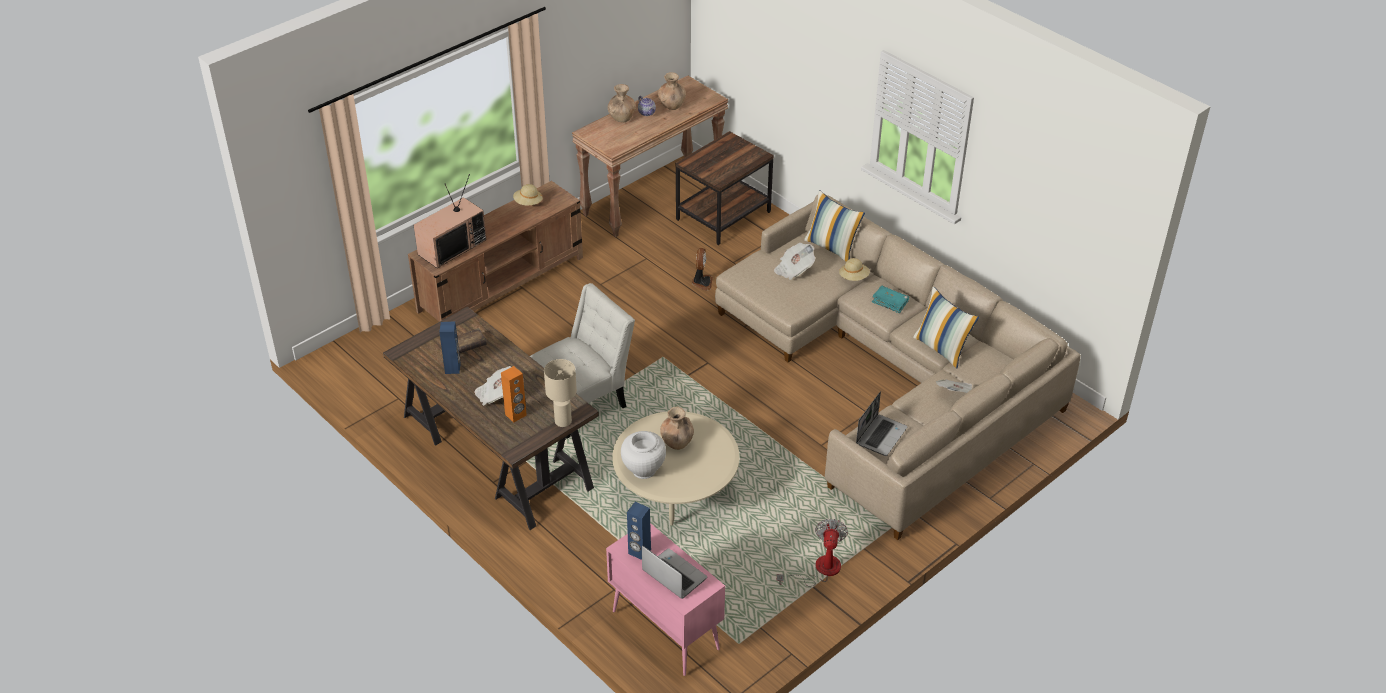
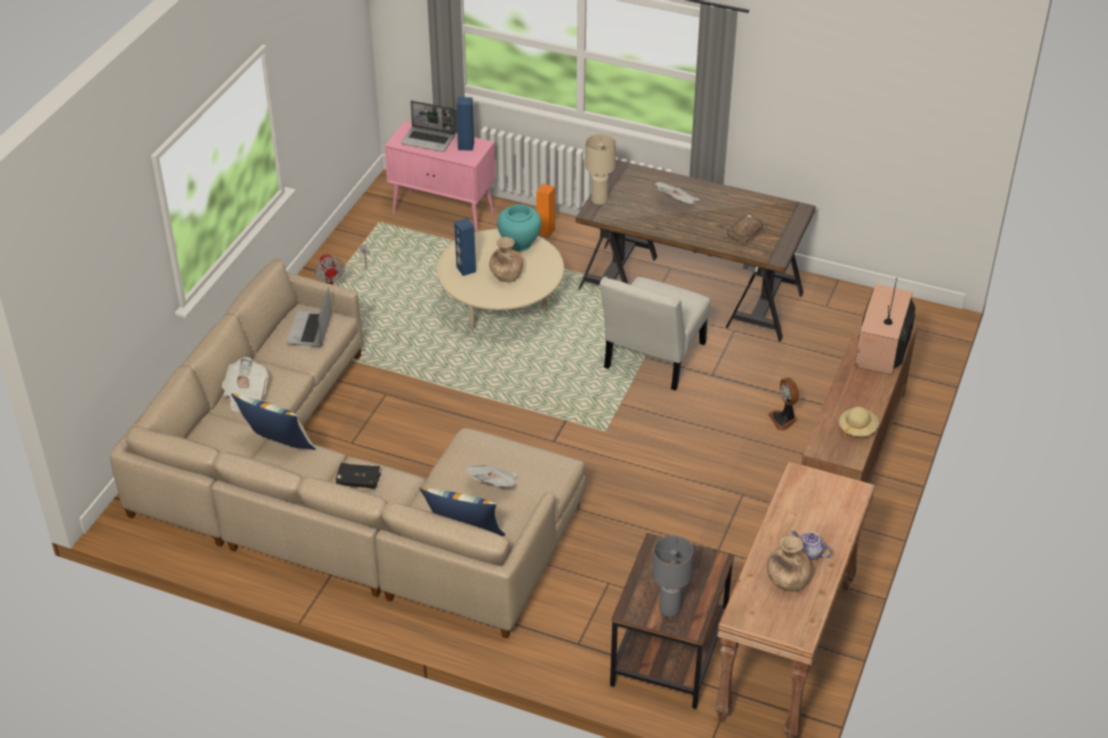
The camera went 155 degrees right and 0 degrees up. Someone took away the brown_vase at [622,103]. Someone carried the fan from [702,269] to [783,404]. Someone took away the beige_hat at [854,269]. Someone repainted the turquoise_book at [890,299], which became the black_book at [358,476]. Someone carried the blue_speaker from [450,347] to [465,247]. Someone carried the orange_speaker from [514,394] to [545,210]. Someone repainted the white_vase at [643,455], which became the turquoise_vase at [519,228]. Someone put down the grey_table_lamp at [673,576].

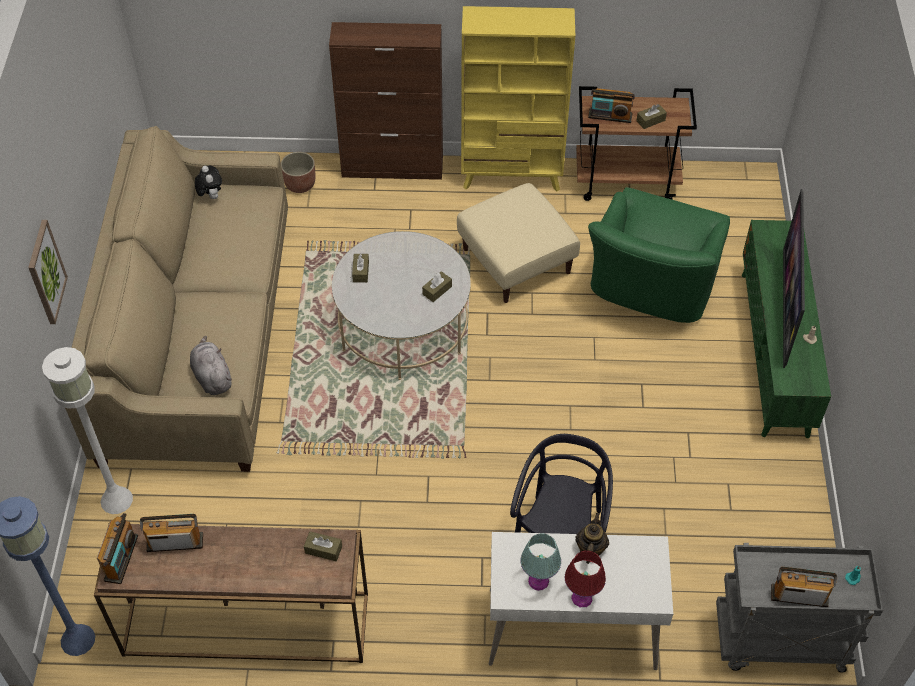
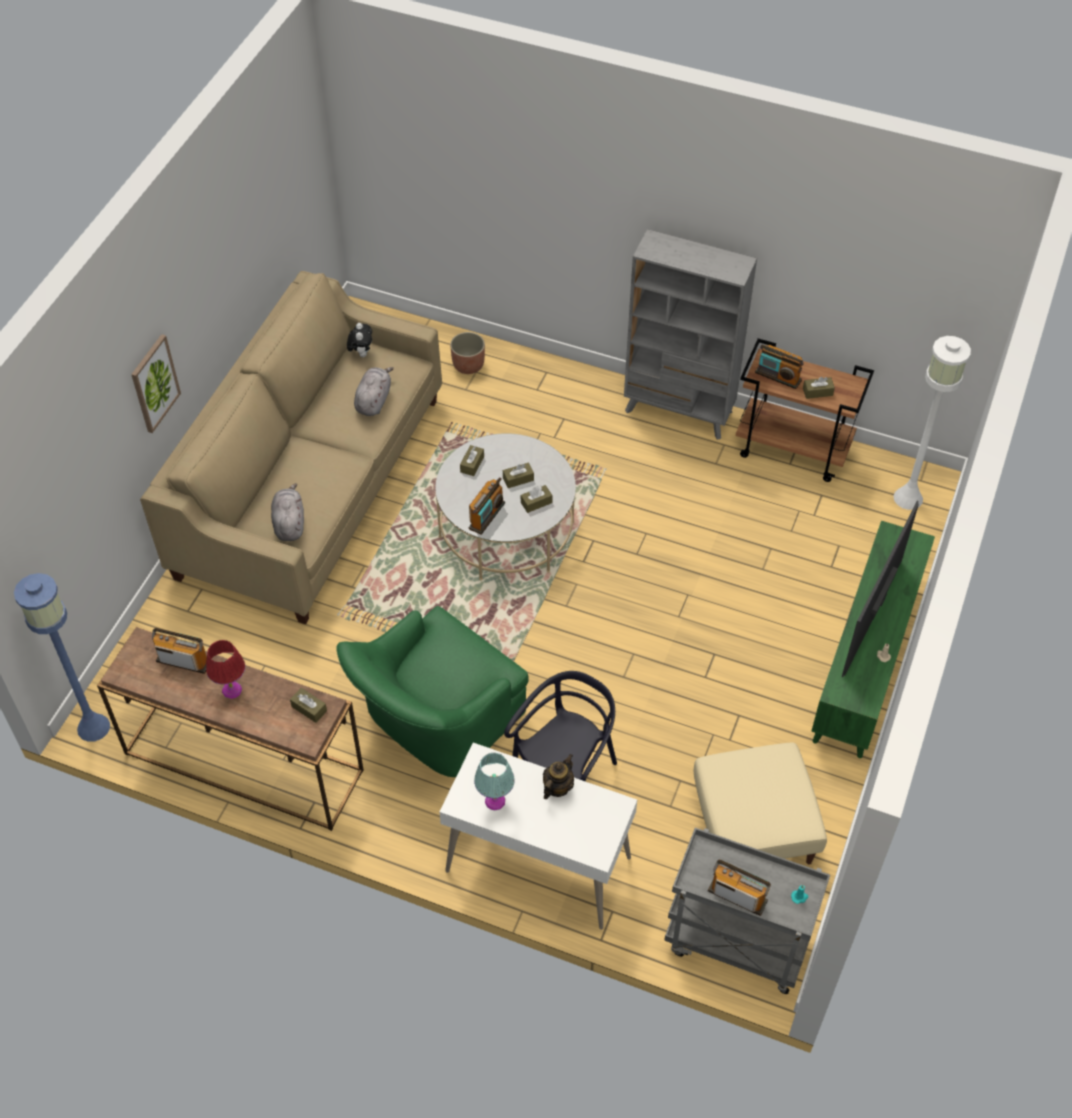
The camera went 20 degrees right and 0 degrees up. Someone repainted the yellow_bookcase at [518,98], which became the grey_bookcase at [690,334]. Someone took away the brown_cabinet at [386,101]. Someone carried the beige_ottoman from [518,243] to [760,803]. Someone carried the green_armchair from [659,255] to [432,691]. Someone carried the white_floor_lamp from [87,430] to [932,423]. Someone carried the radio from [117,548] to [487,506]. Someone carried the red_table_lamp from [585,578] to [225,669]. Someone put down the grey_plush_toy at [374,391]. Someone put down the brown_tissue_box at [518,475].

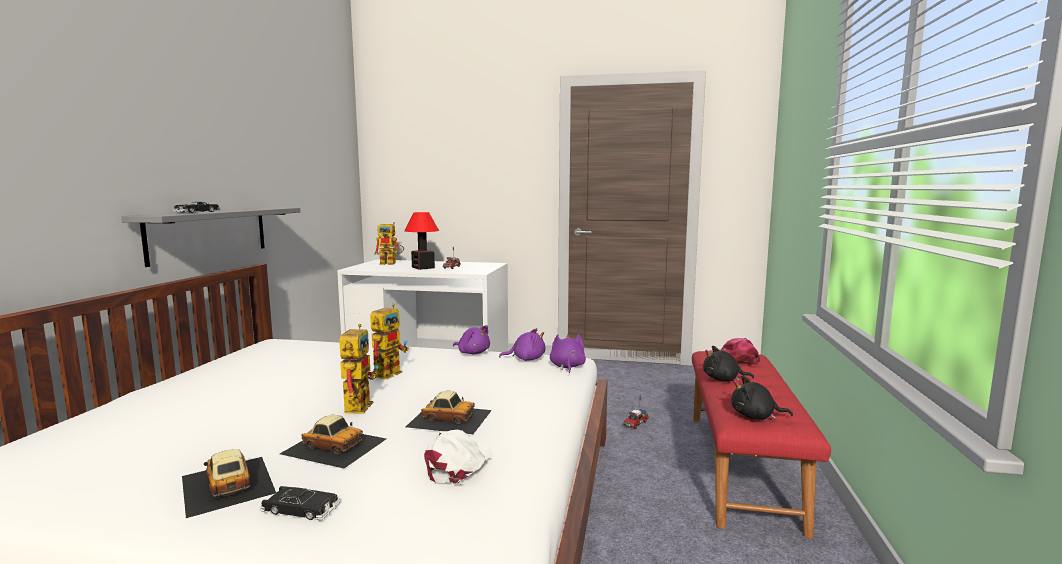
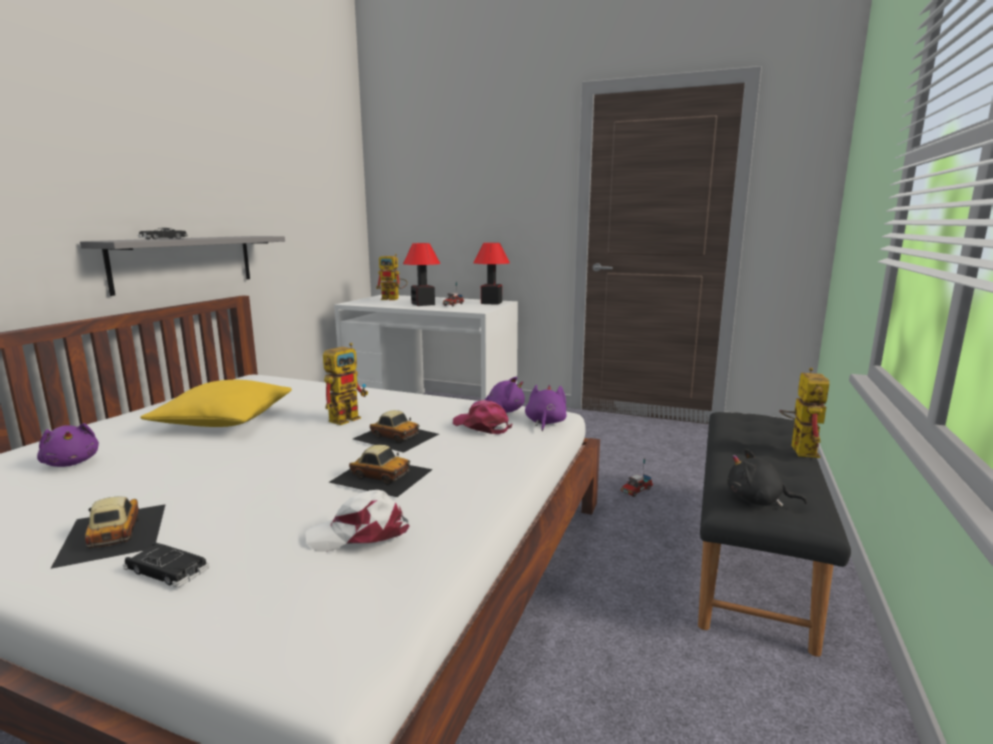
The camera went 10 degrees right and 5 degrees up. Someone carried the toy_robot from [359,369] to [804,412]. Someone carried the purple_plush_toy from [471,339] to [68,445]. Someone carried the pink_cap from [734,350] to [483,417]. Someone took away the black_plush_toy at [728,364]. Someone repainted the red_bench at [761,445], which became the black_bench at [774,534]. Someone carried the toy_car from [333,441] to [396,431]. Someone rotated the white_cap at [458,457] by 135 degrees counterclockwise. Someone put down the table_lamp at [491,274]. Someone put down the yellow_pillow at [216,403].

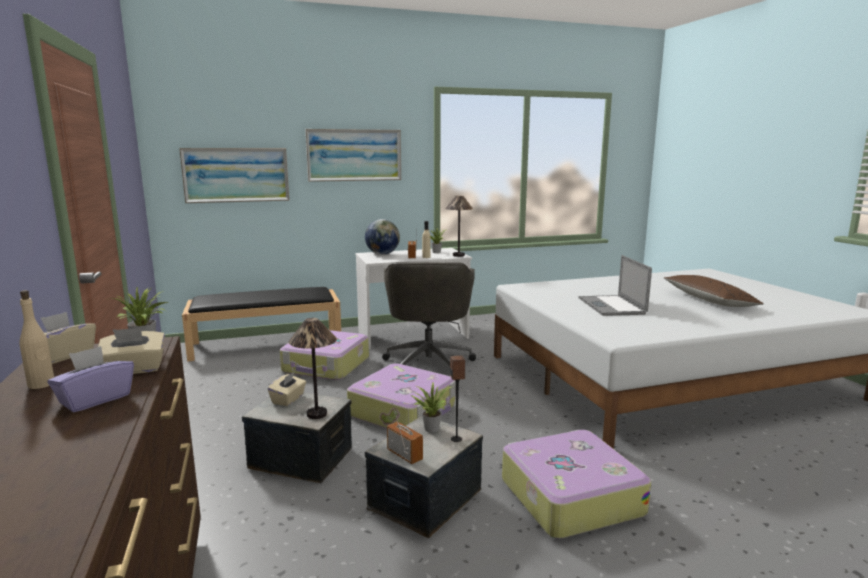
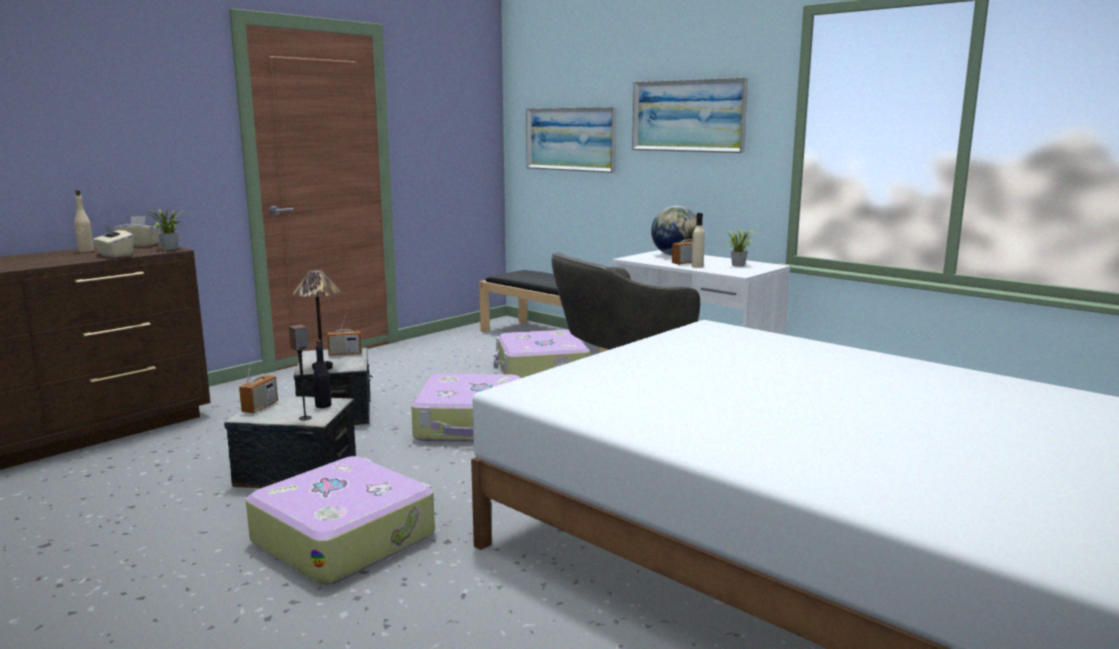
The camera went 60 degrees right and 0 degrees up. Someone took away the table_lamp at [459,226]. Someone took away the laptop at [615,285]. Someone took away the brown_pillow at [714,291]. Someone took away the purple_tissue_box at [91,379]. Someone swapped the beige_tissue_box at [287,389] for the radio at [344,331]. Someone swapped the potted_plant at [431,408] for the black_bottle at [322,374].

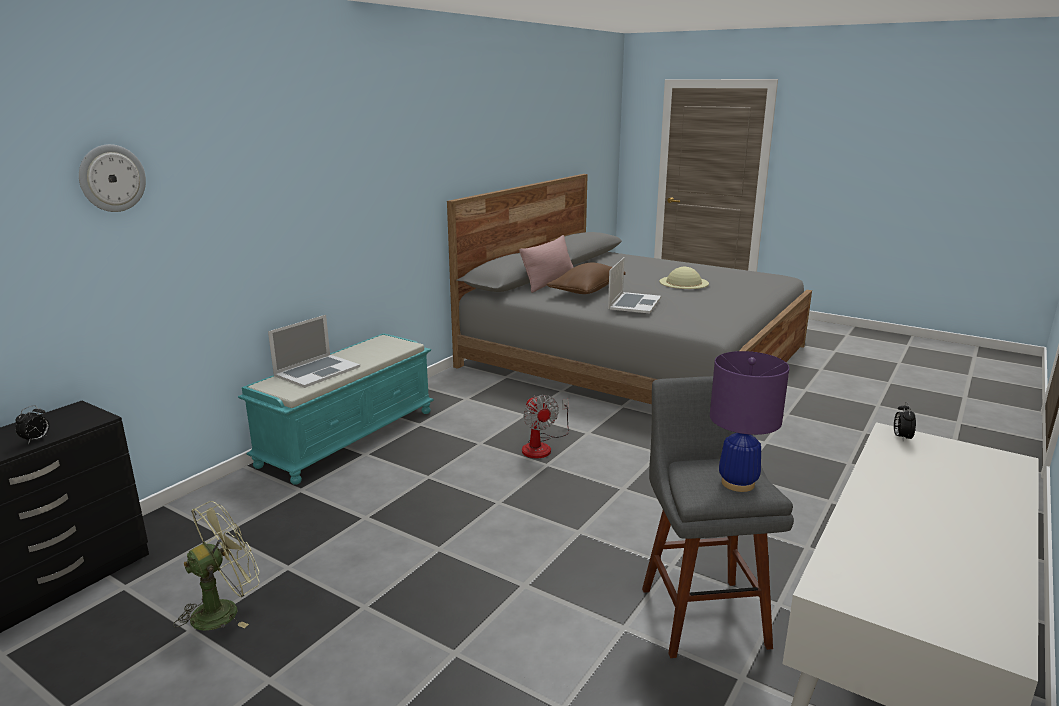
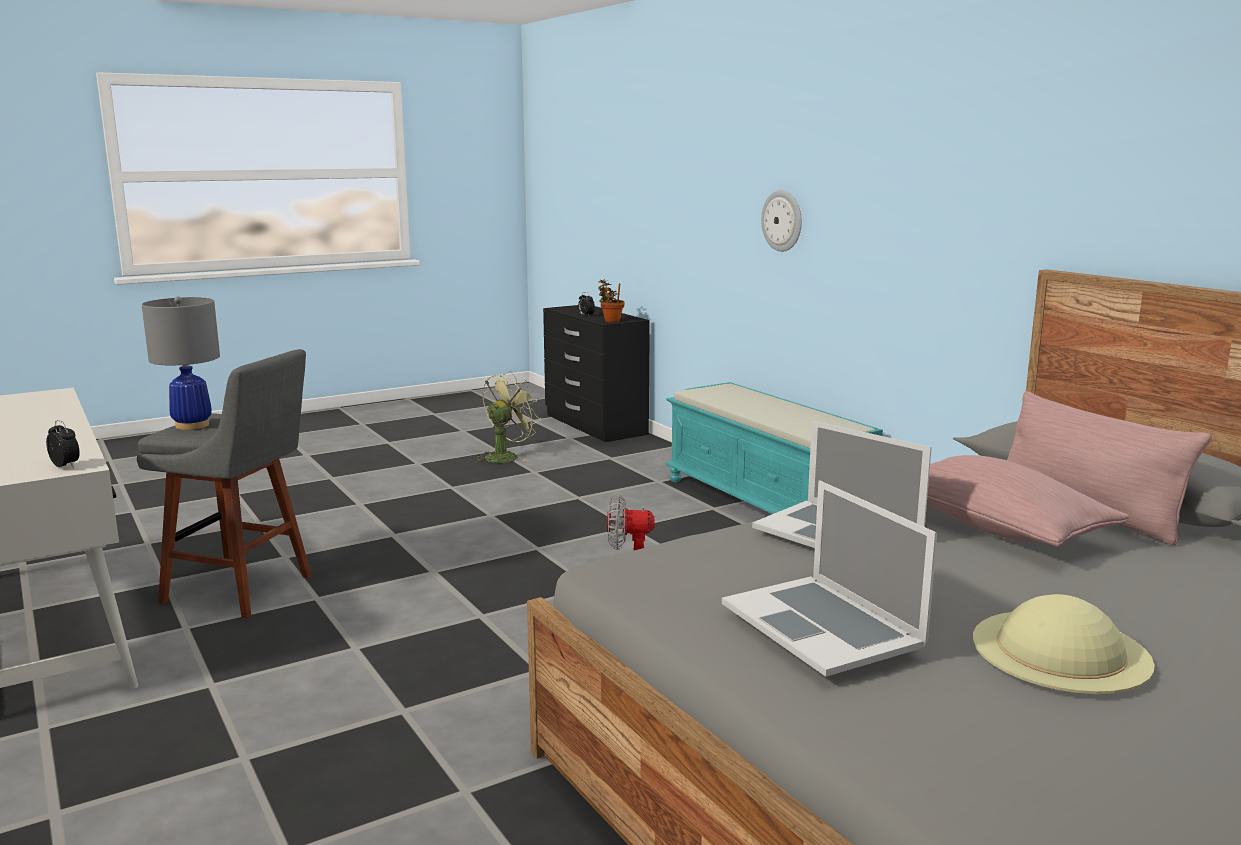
The camera went 115 degrees right and 5 degrees down. Someone carried the wall_clock from [112,178] to [781,221]. Someone repainted the brown_pillow at [586,278], which became the pink_pillow at [1028,501]. Someone carried the laptop from [314,351] to [829,578]. Someone repainted the purple_table_lamp at [749,421], which became the grey_table_lamp at [181,363]. Someone rotated the green_fan at [216,565] by 120 degrees counterclockwise. Someone put down the potted_plant at [611,300].

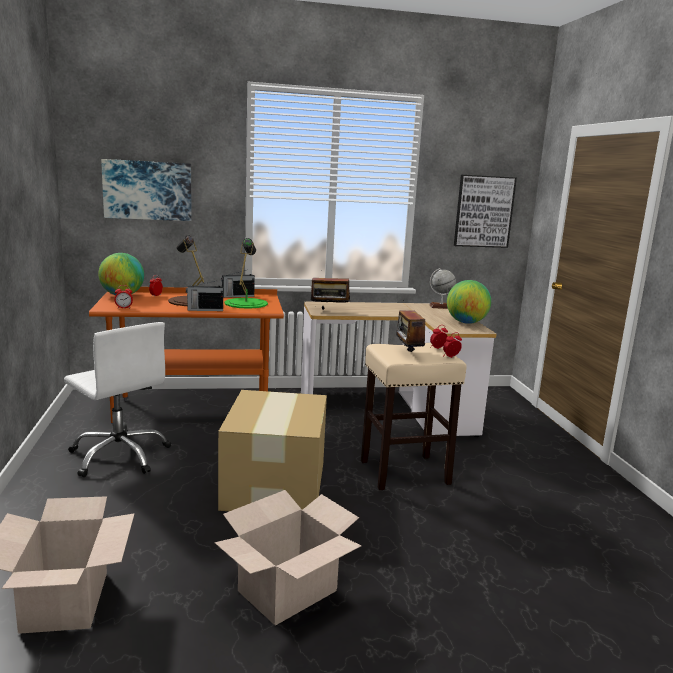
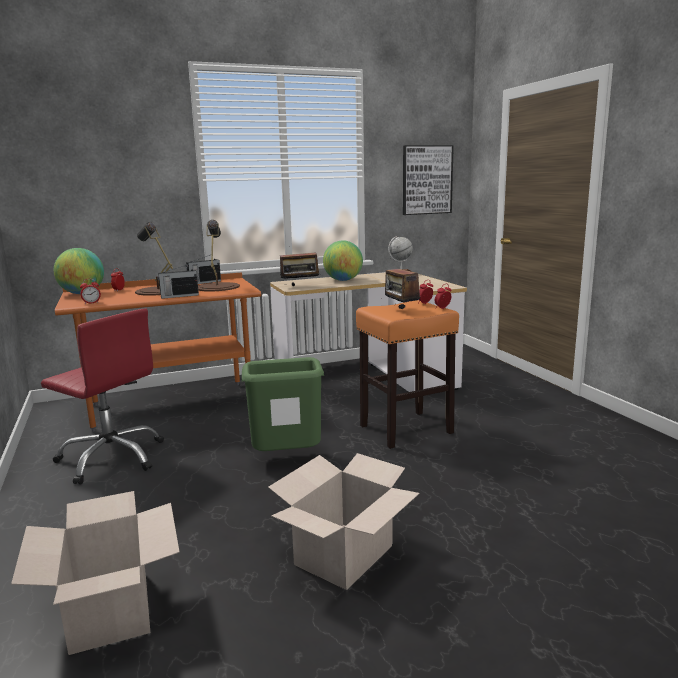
The camera went 10 degrees left and 0 degrees up. Someone took away the picture at [146,190]. Someone repainted the green_table_lamp at [246,273], which became the brown_table_lamp at [219,255]. Someone carried the globe from [469,302] to [343,260]. Someone repainted the white_office_chair at [117,399], which became the red_office_chair at [102,396]. Someone repainted the beige_stool at [414,416], which became the orange_stool at [407,374]. Someone swapped the cardboard_box at [272,450] for the green_trash_can at [282,404].

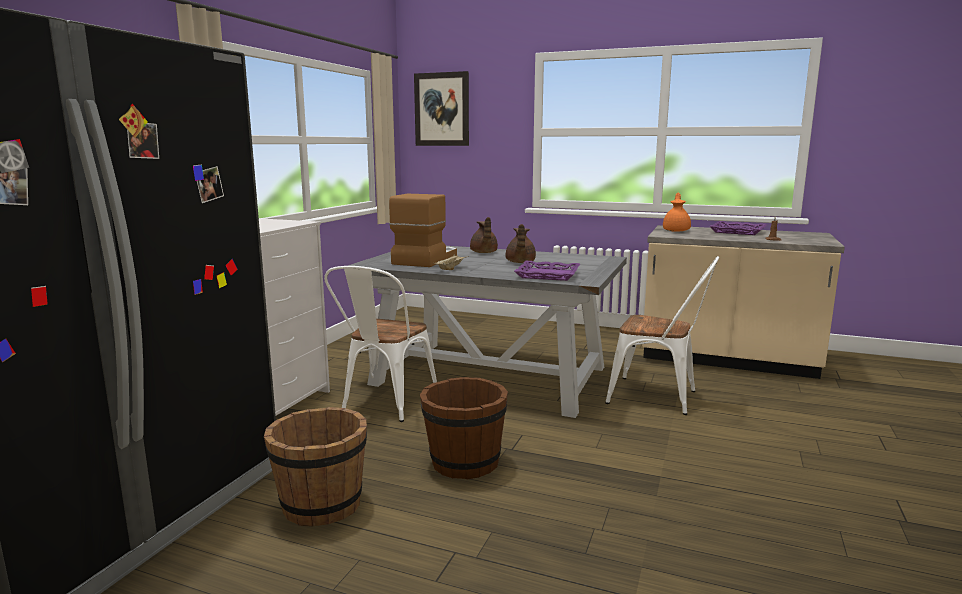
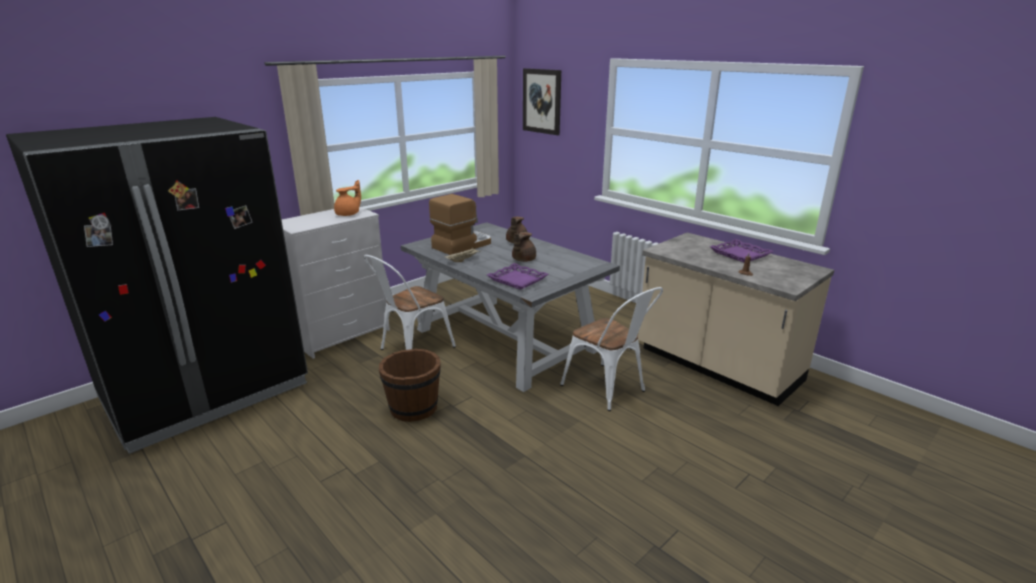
The camera went 25 degrees right and 10 degrees up. Someone carried the orange_teapot from [677,212] to [347,198]. Someone took away the brown_bucket at [315,467].

